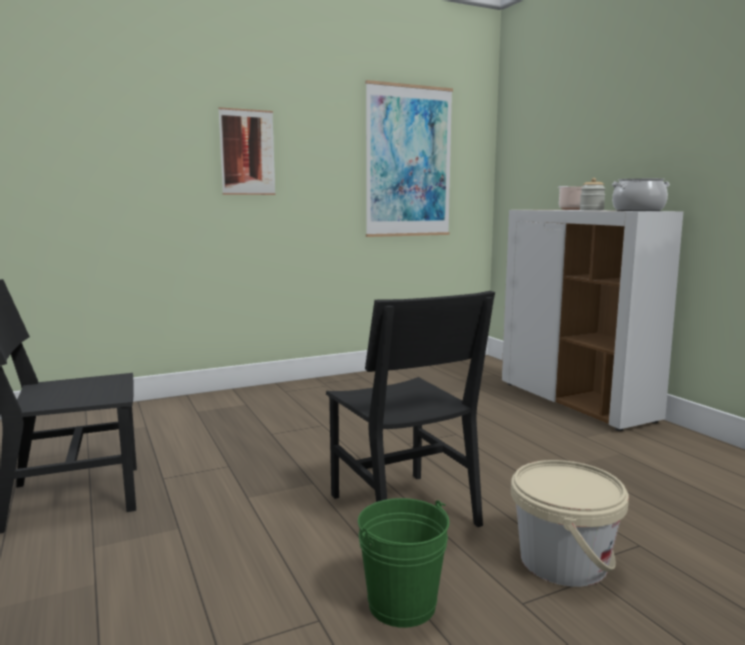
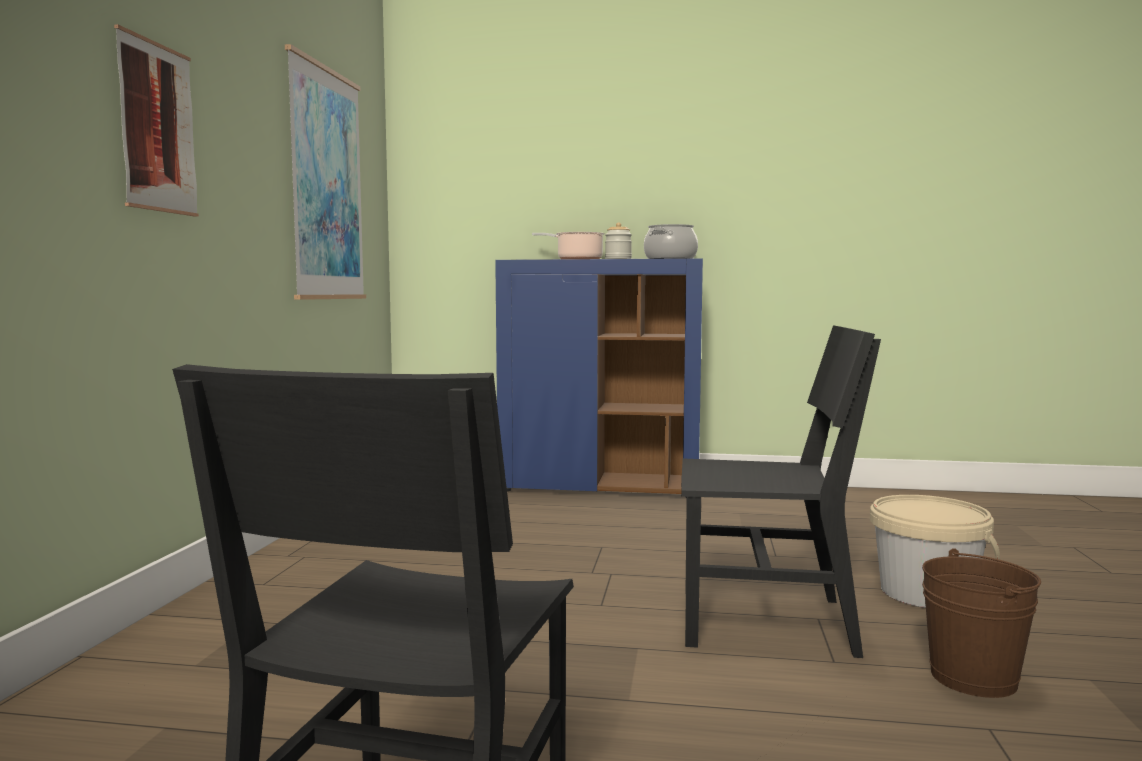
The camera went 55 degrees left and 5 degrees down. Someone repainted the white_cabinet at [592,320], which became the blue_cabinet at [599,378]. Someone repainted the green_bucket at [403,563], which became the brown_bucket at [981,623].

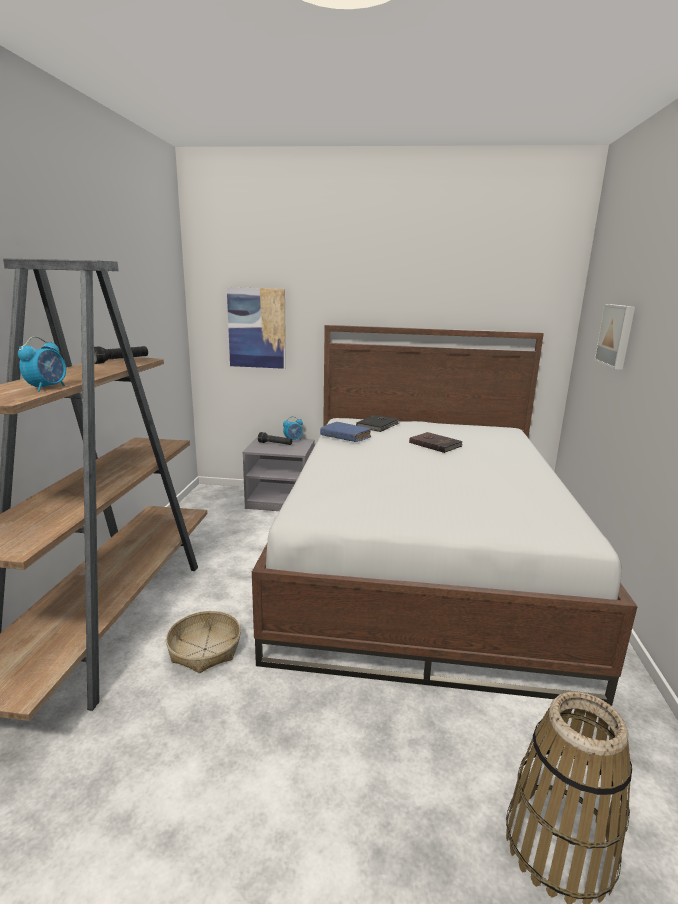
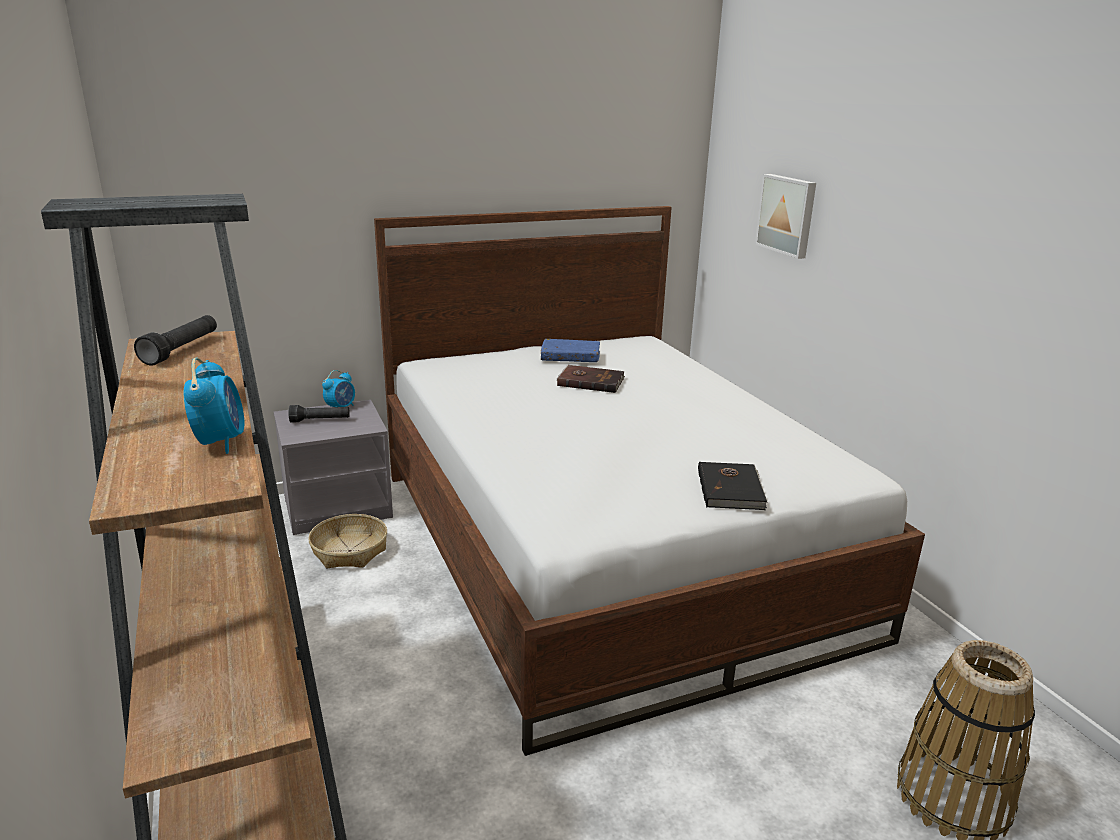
The camera went 30 degrees left and 5 degrees up. Someone took away the picture at [256,328]. Someone carried the black_book from [378,423] to [733,486]. Someone carried the blue_book from [345,432] to [570,350]. Someone carried the basket from [203,642] to [347,541].

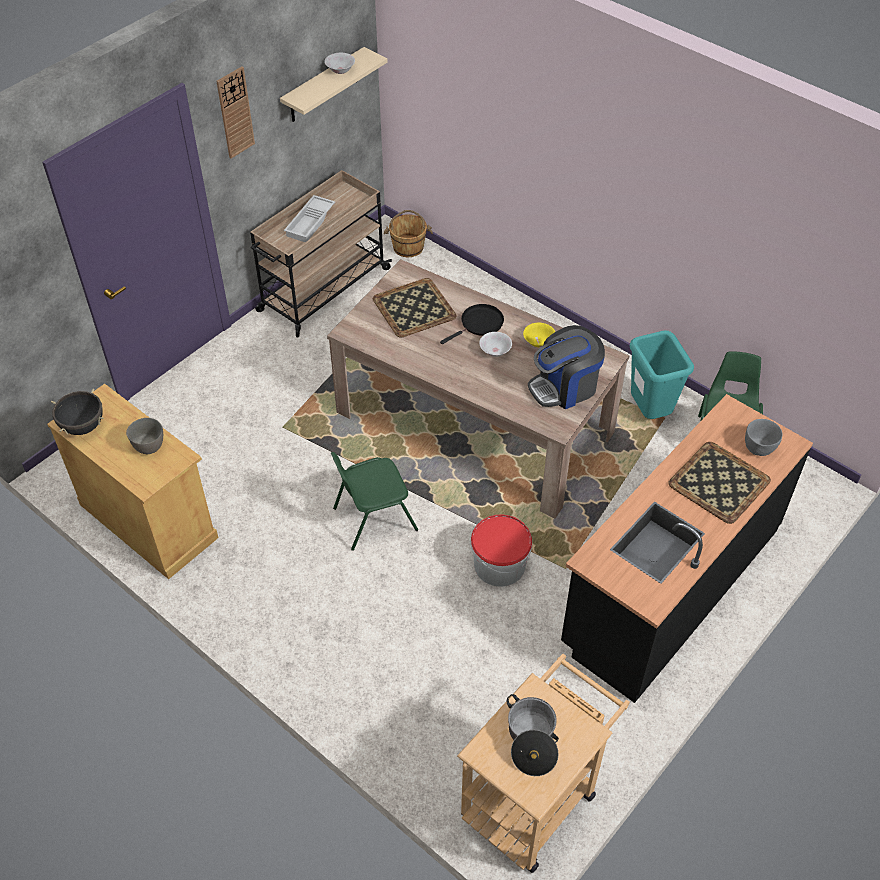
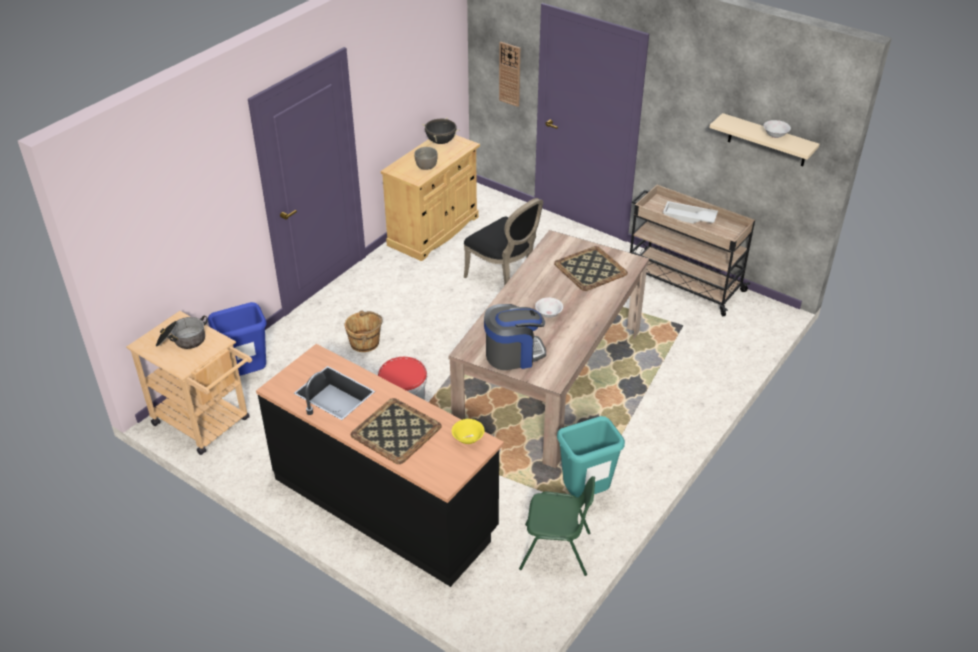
The camera went 85 degrees right and 10 degrees down. Someone carried the wall_clock from [236,112] to [509,74]. Someone carried the brown_bucket from [408,233] to [364,331]. Someone took away the black_frying_pan at [472,324]. Someone carried the yellow_bowl from [539,335] to [468,431]. Someone rotated the coffee_machine at [566,367] by 105 degrees clockwise. Someone took away the grey_bowl at [764,437]. Someone took away the green_chair at [374,501]. Someone put down the black_chair at [503,242]. Someone put down the blue_trash_can at [237,339].

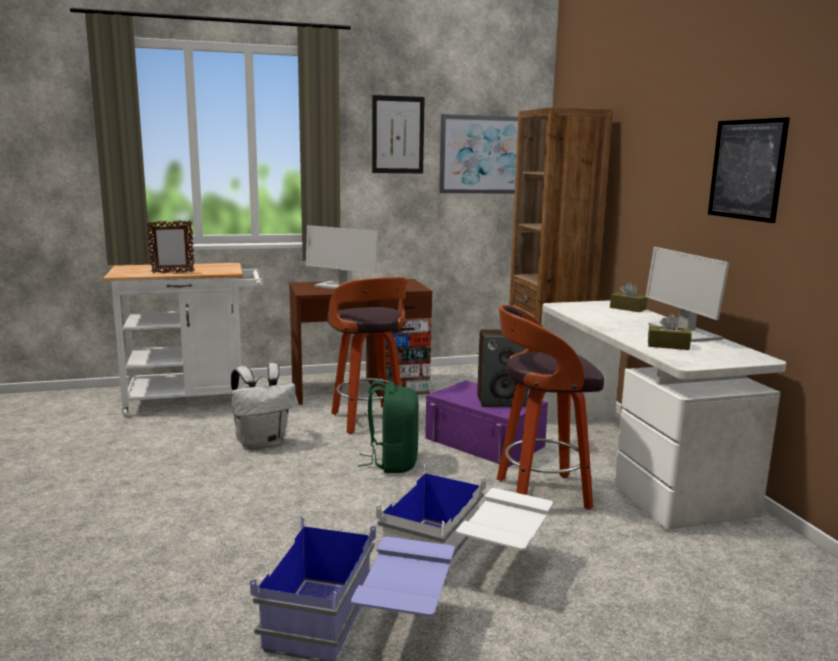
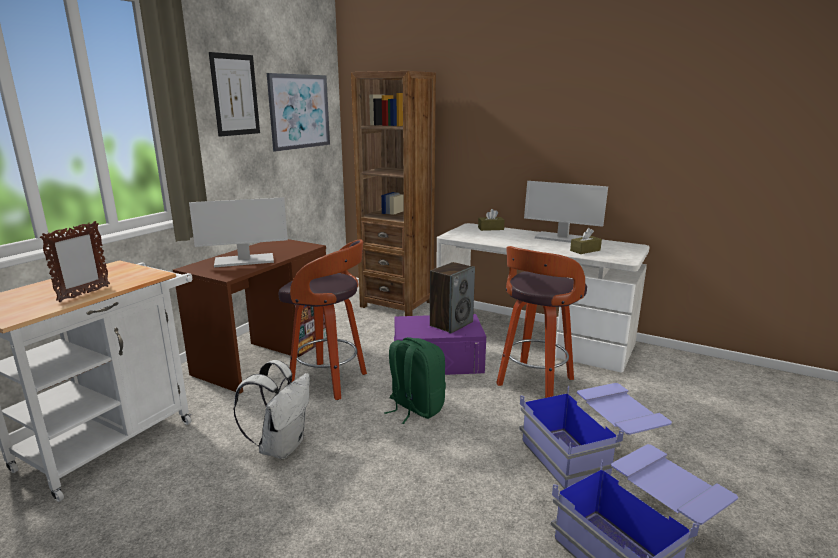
The camera went 45 degrees left and 5 degrees up. Someone took away the picture at [749,170]. Someone repainted the white_storage_box at [464,519], which became the blue_storage_box at [595,436].

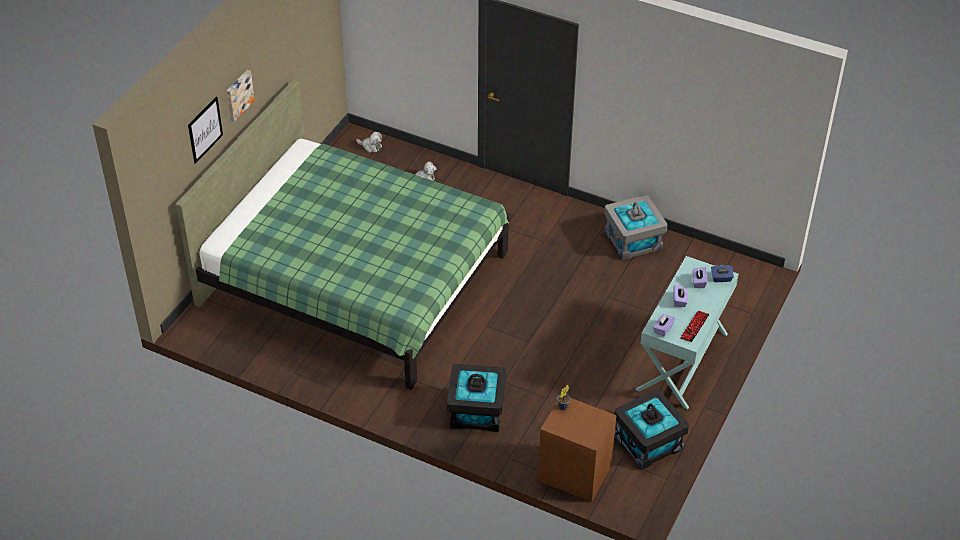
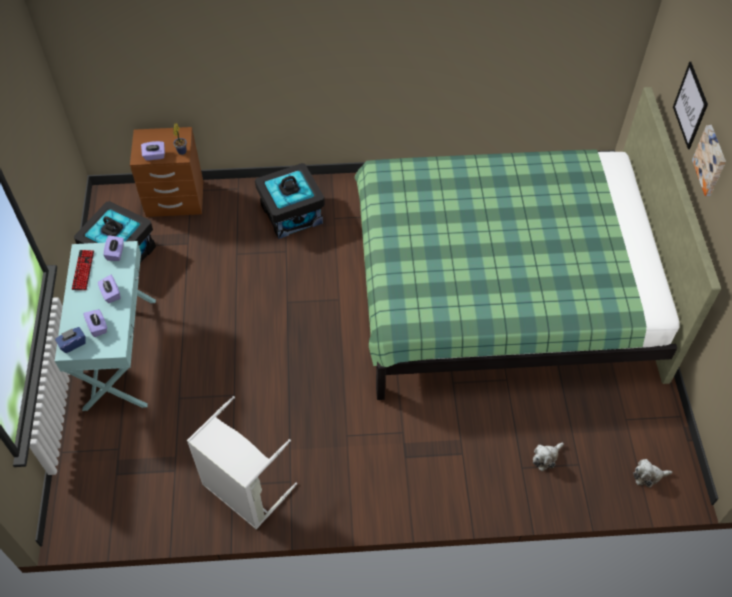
The camera went 150 degrees right and 10 degrees up. Someone swapped the grey_storage_box at [636,227] for the grey_laundry_basket at [242,462]. Someone put down the purple_tissue_box at [153,151].

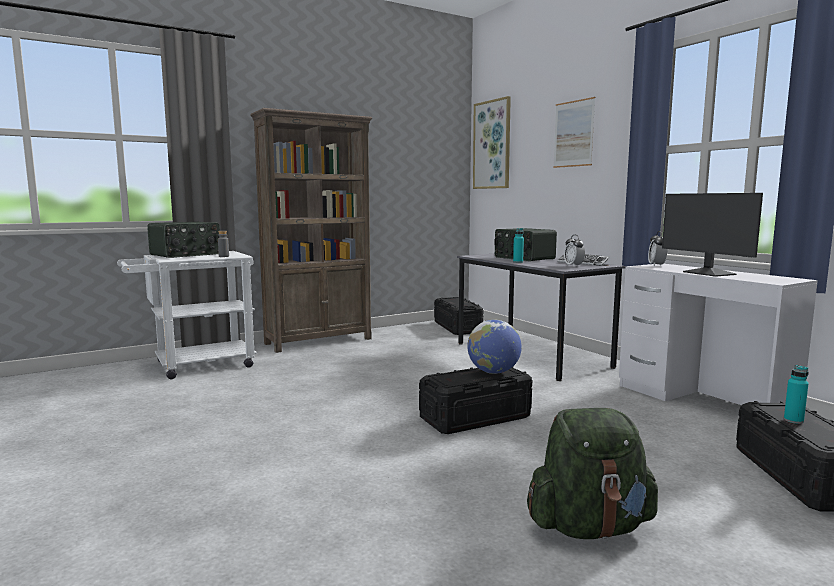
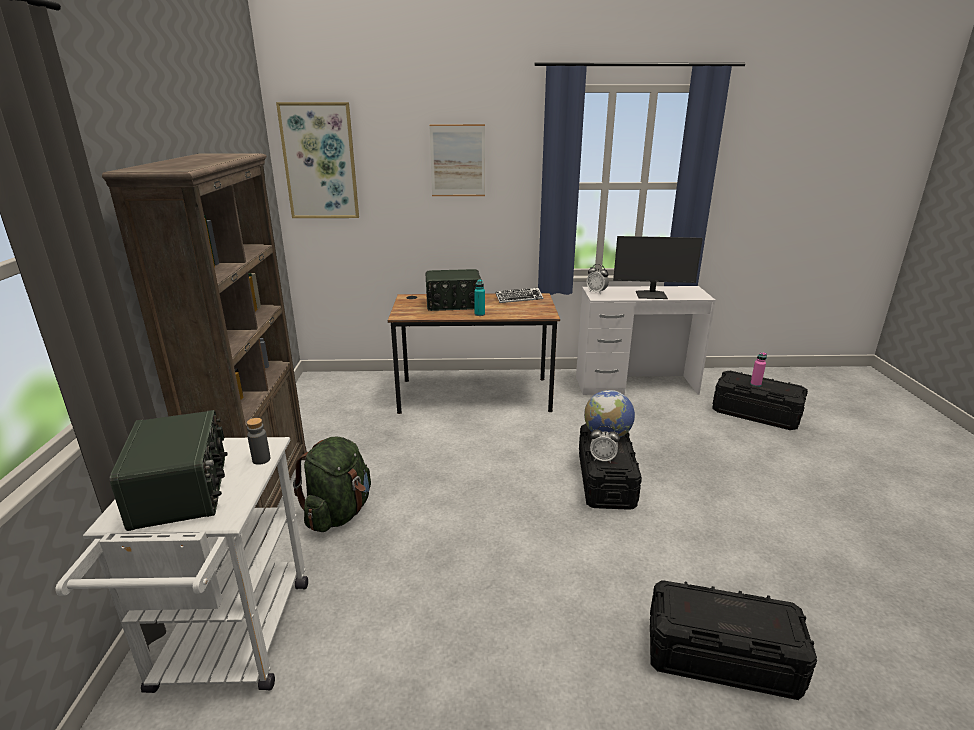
The camera went 60 degrees left and 15 degrees up. Someone carried the alarm_clock from [574,250] to [605,444]. Someone repainted the grey_desk at [541,317], which became the brown_desk at [474,353]. Someone carried the black_storage_box from [459,316] to [733,640]. Someone repainted the turquoise_bottle at [796,394], which became the pink_bottle at [758,370]. Someone carried the green_backpack from [592,473] to [332,484].

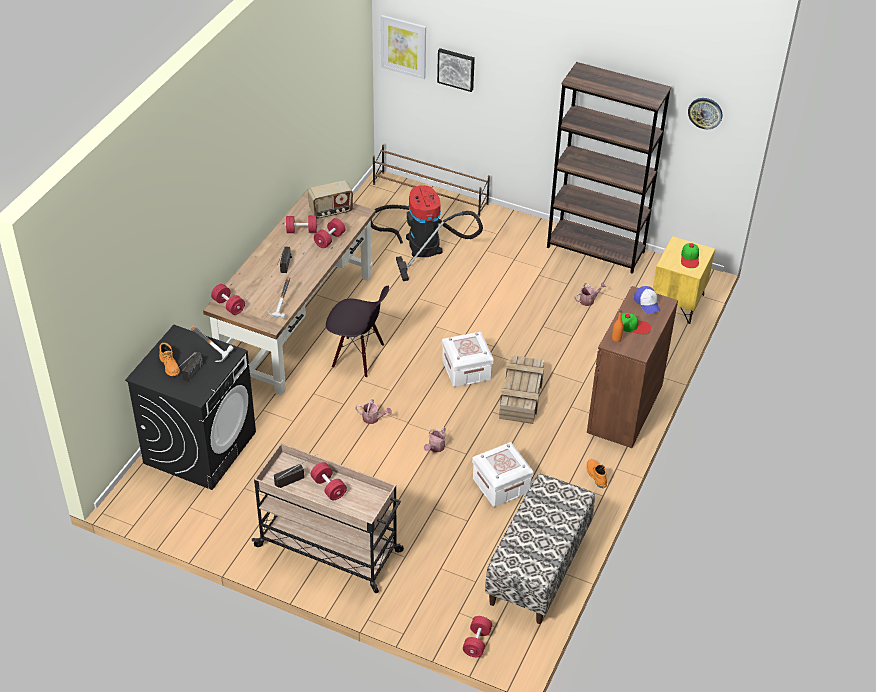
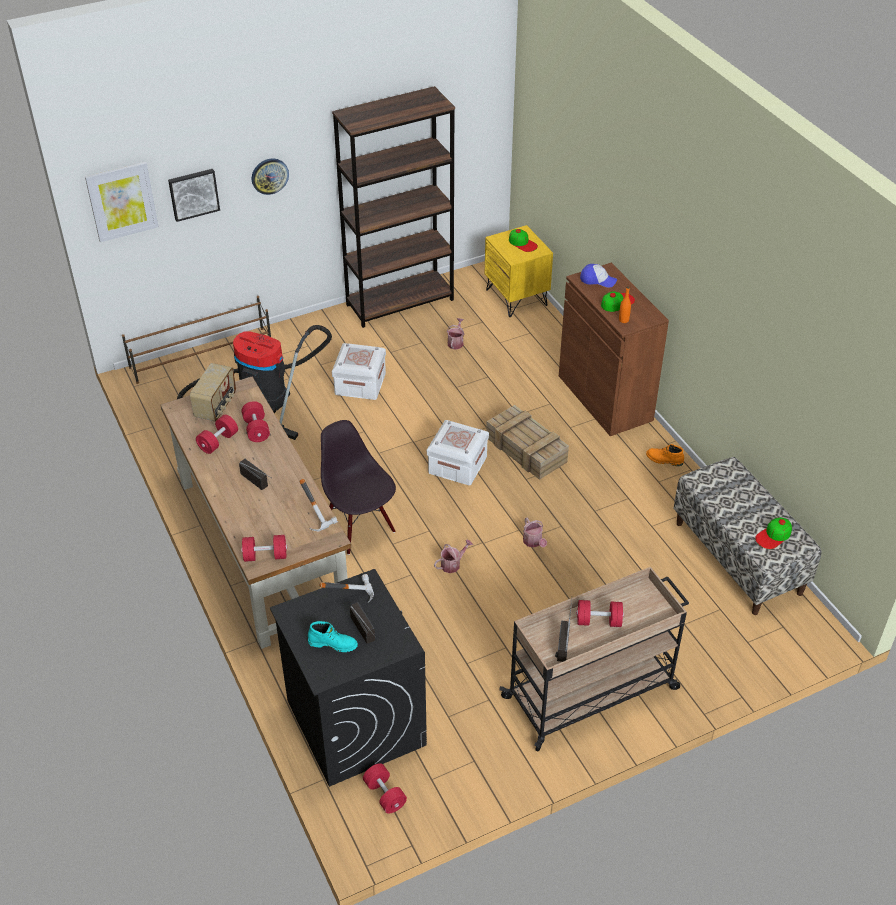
The camera went 50 degrees left and 0 degrees up. Someone carried the wall_clock from [705,113] to [270,176]. Someone rotated the black_chair at [357,332] by 90 degrees counterclockwise. Someone repainted the orange_boot at [169,359], which became the turquoise_boot at [333,636]. Someone carried the white_storage_box from [503,474] to [359,371]. Someone carried the red_dumbbell from [477,636] to [385,788]. Someone put down the cap at [773,533].

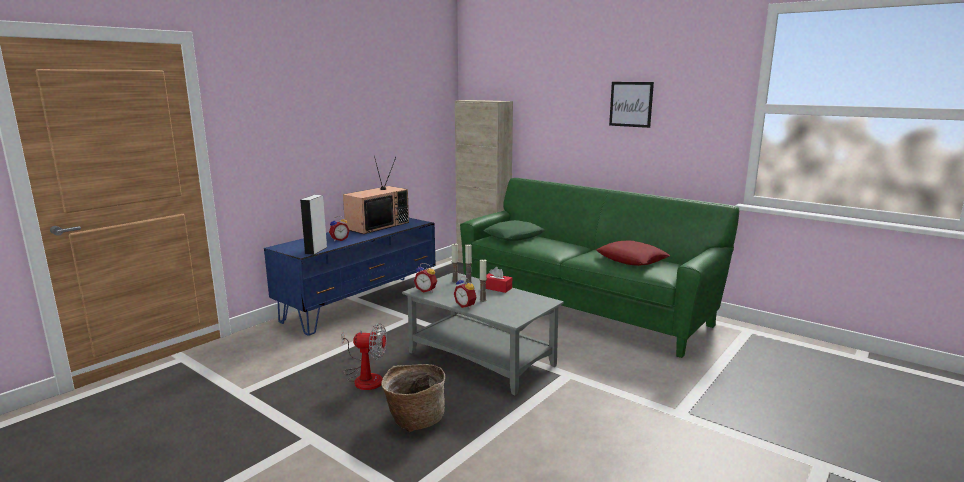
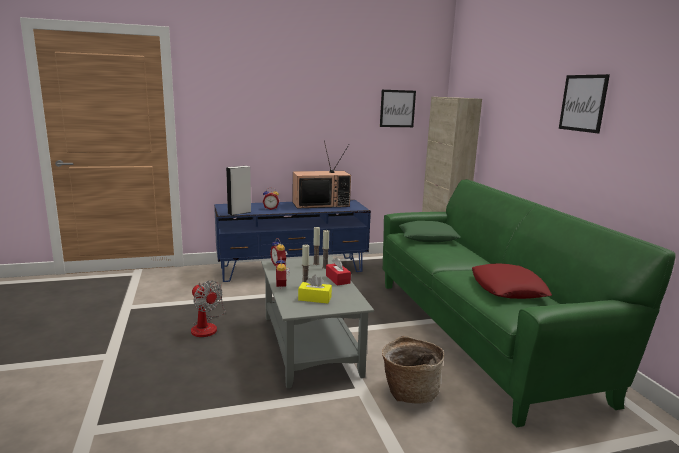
The camera went 35 degrees right and 0 degrees up. Someone carried the basket from [413,398] to [413,370]. Someone put up the picture at [398,108]. Someone put down the yellow_tissue_box at [315,289].

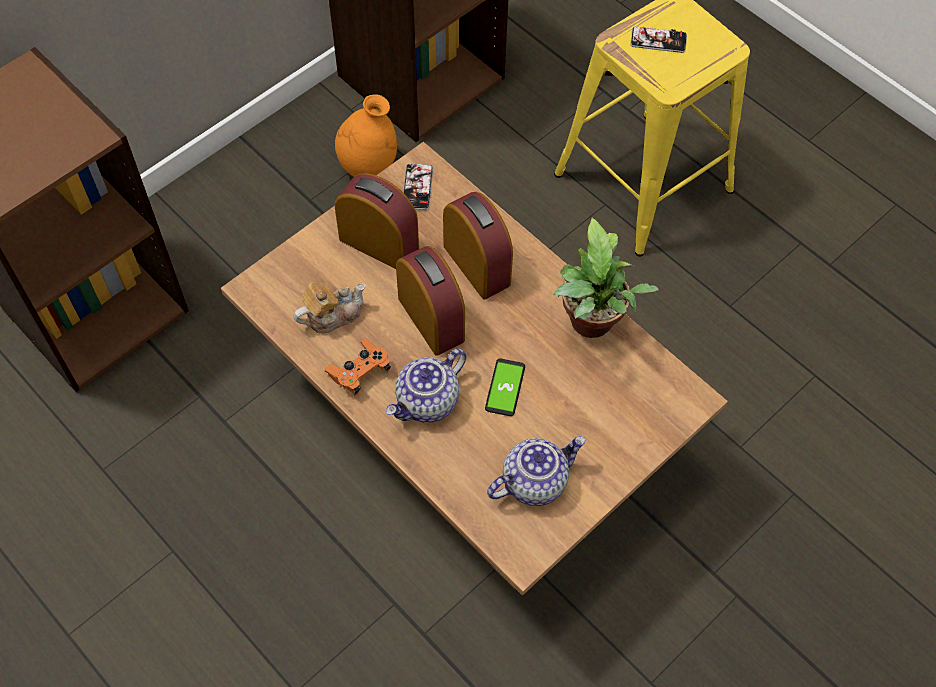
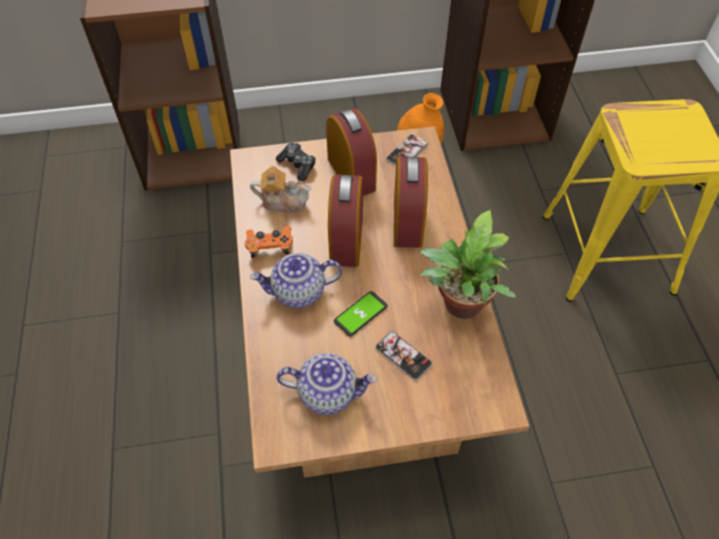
The camera went 35 degrees right and 5 degrees down. Someone carried the phone from [658,39] to [403,355]. Someone put down the game_controller at [296,162].

